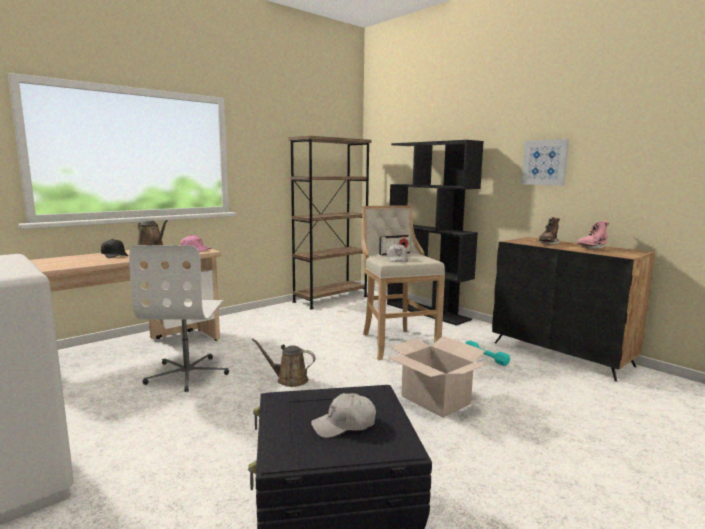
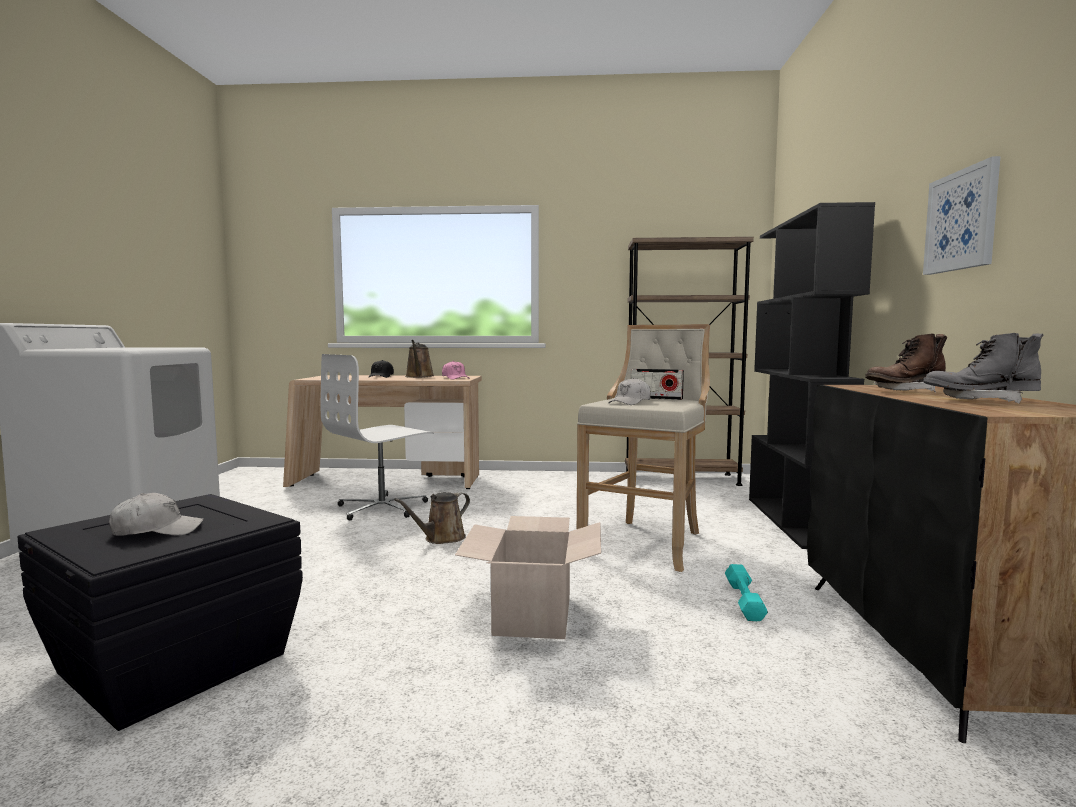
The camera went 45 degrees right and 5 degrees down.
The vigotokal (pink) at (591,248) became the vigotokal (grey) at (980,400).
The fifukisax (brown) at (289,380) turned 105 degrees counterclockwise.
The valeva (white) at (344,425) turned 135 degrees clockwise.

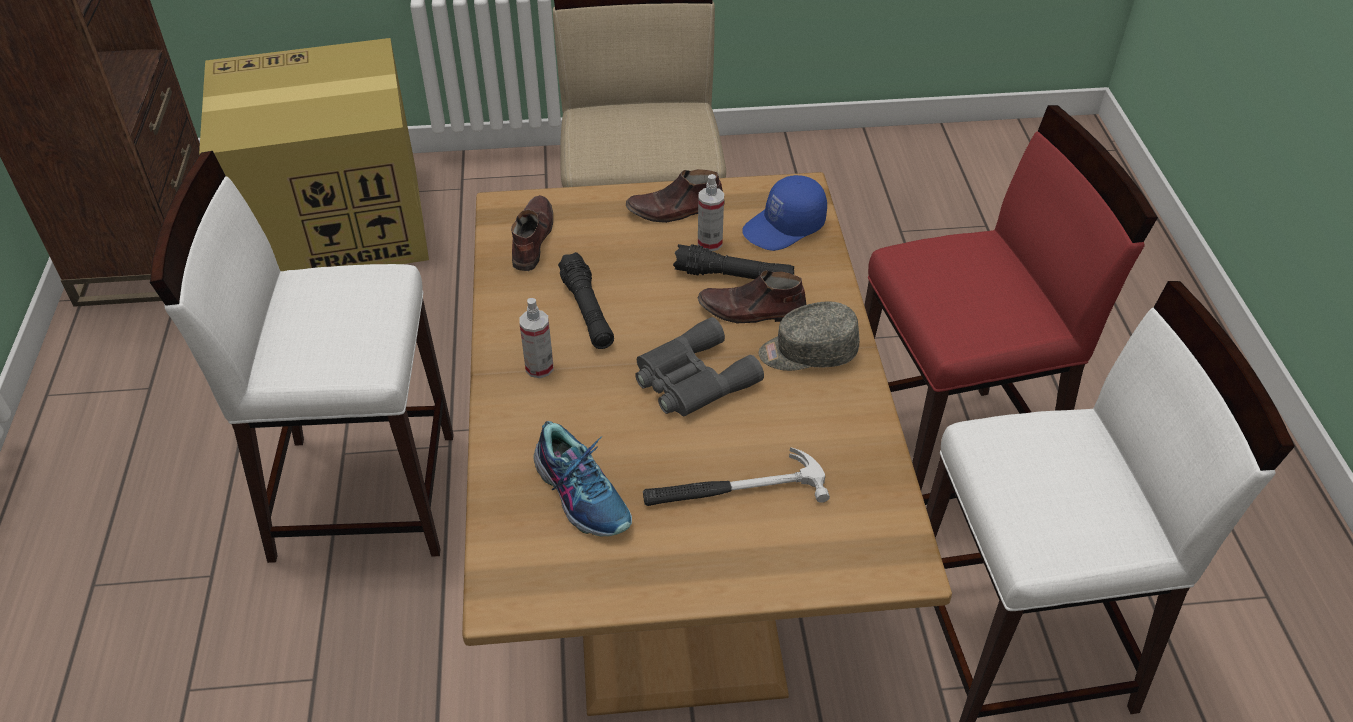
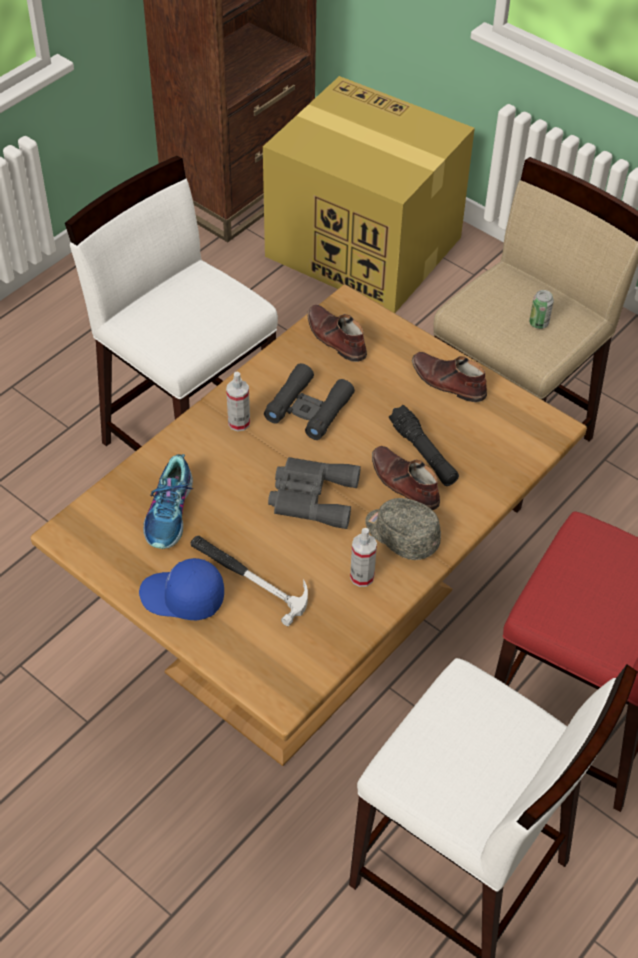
The camera went 45 degrees right and 5 degrees up.
The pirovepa at (538,323) appeared.
The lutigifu moved from (710,243) to (362,577).
The valeva (blue) moved from (784,227) to (182,598).
The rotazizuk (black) at (587,311) was replaced by the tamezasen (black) at (308,408).
The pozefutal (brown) at (531,239) turned 90 degrees counterclockwise.

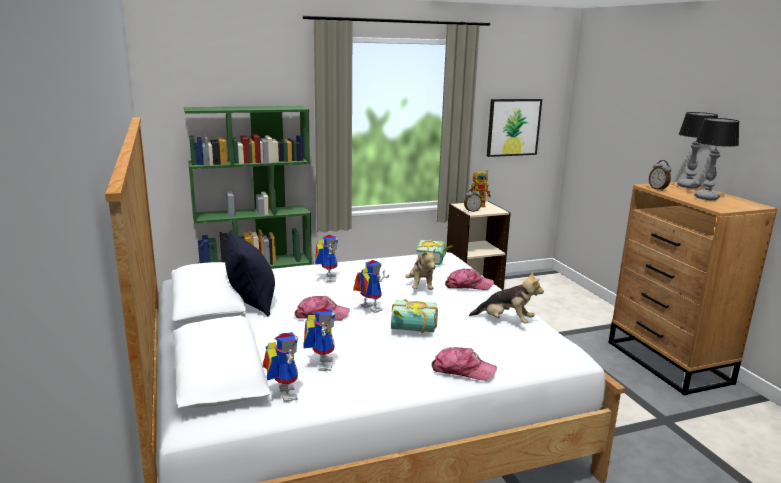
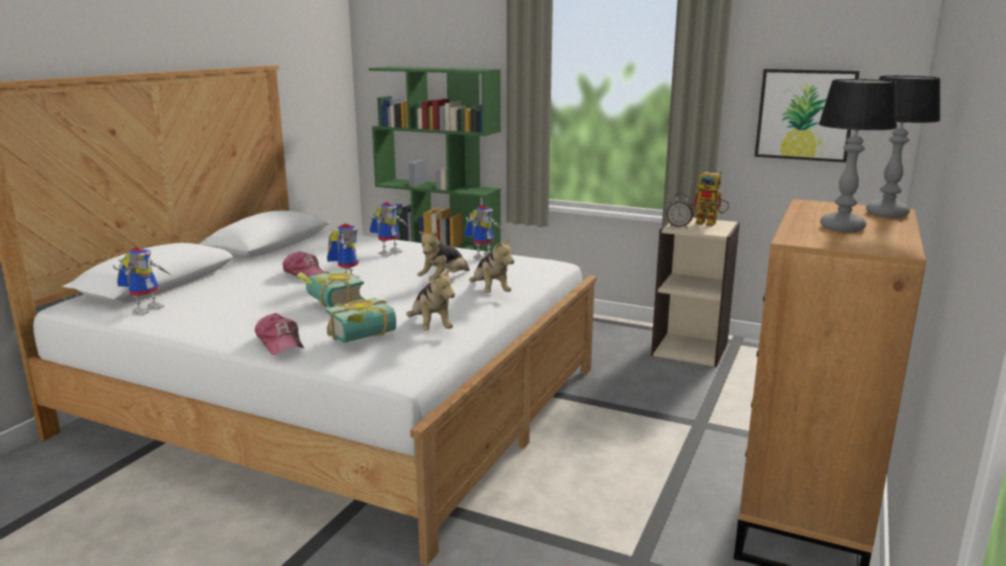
The camera went 45 degrees right and 0 degrees up.
The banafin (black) at (251,303) disappeared.
The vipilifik at (658,189) disappeared.
The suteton moved from (321,363) to (483,256).
The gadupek moved from (434,261) to (364,337).
The valeva at (468,286) was replaced by the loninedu at (490,292).

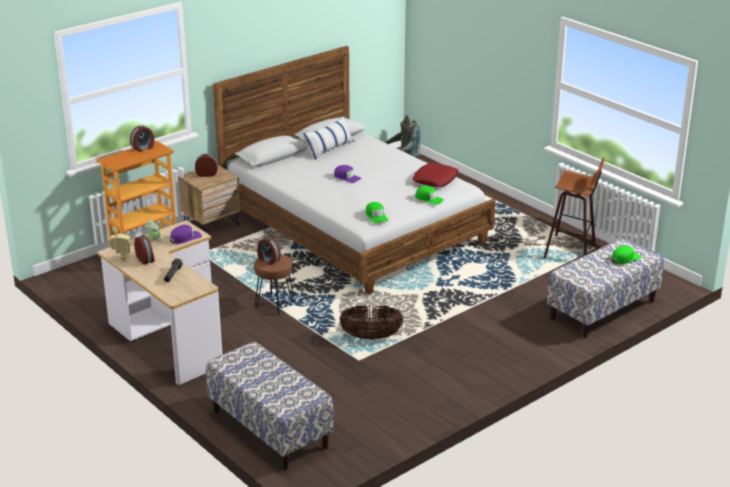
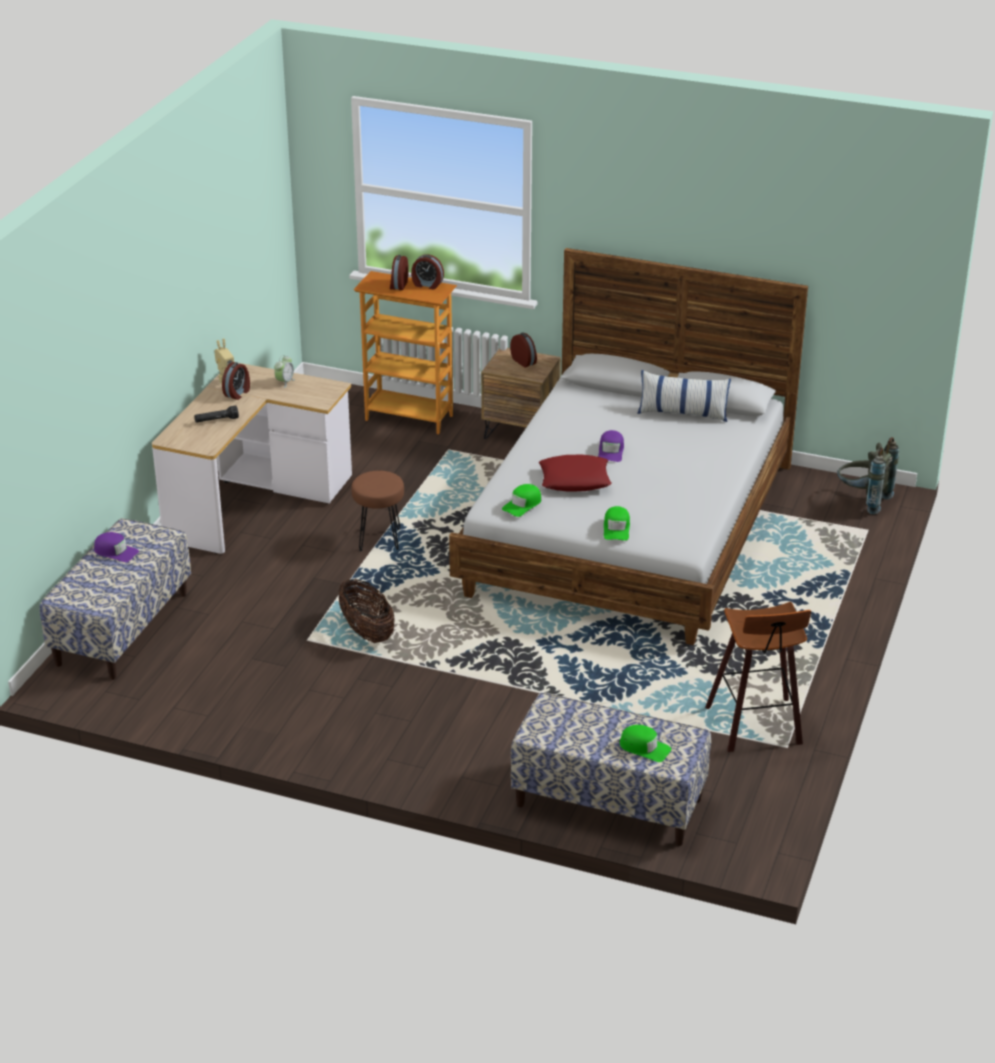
The camera went 60 degrees right and 5 degrees up.
The valeva (purple) moved from (185,238) to (115,552).
The vipilifik moved from (268,260) to (398,285).
The banafin (red) moved from (435,179) to (575,479).

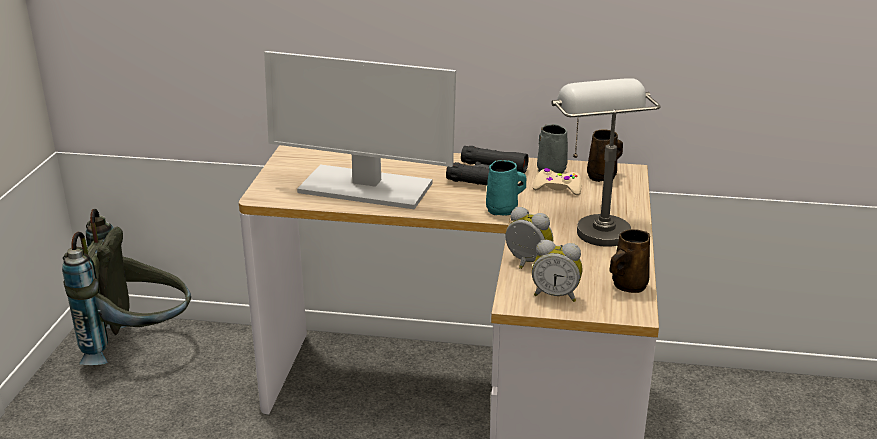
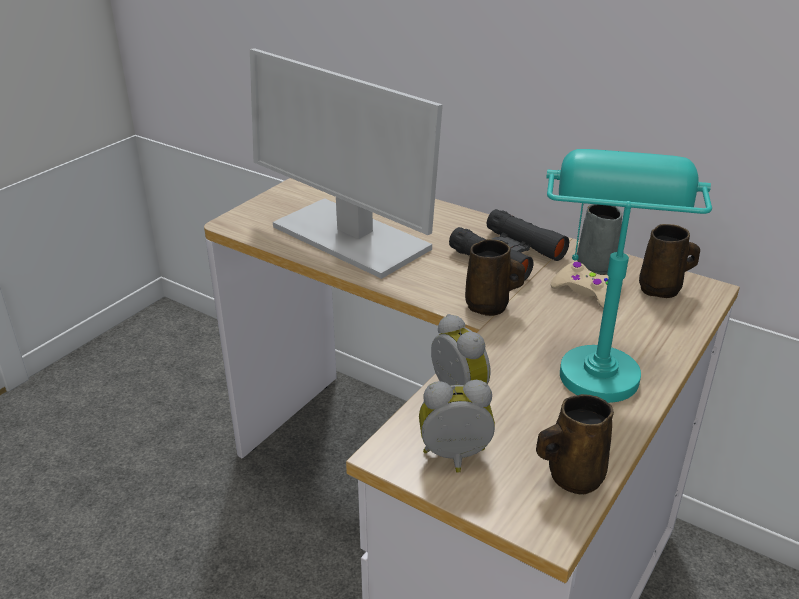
The camera went 25 degrees right and 5 degrees up.
The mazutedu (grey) at (140,345) disappeared.
The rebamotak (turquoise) at (503,210) became the rebamotak (brown) at (489,306).
The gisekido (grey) at (594,225) became the gisekido (turquoise) at (596,360).
The vipilifik at (555,295) turned 135 degrees clockwise.

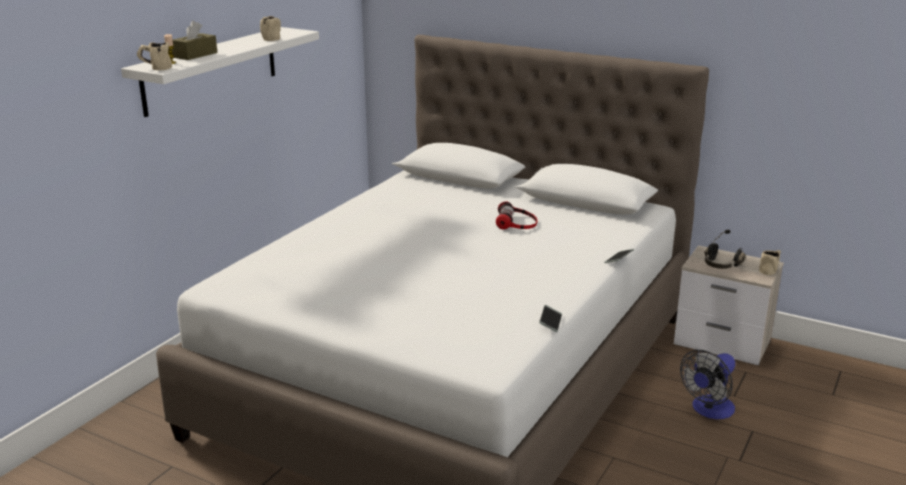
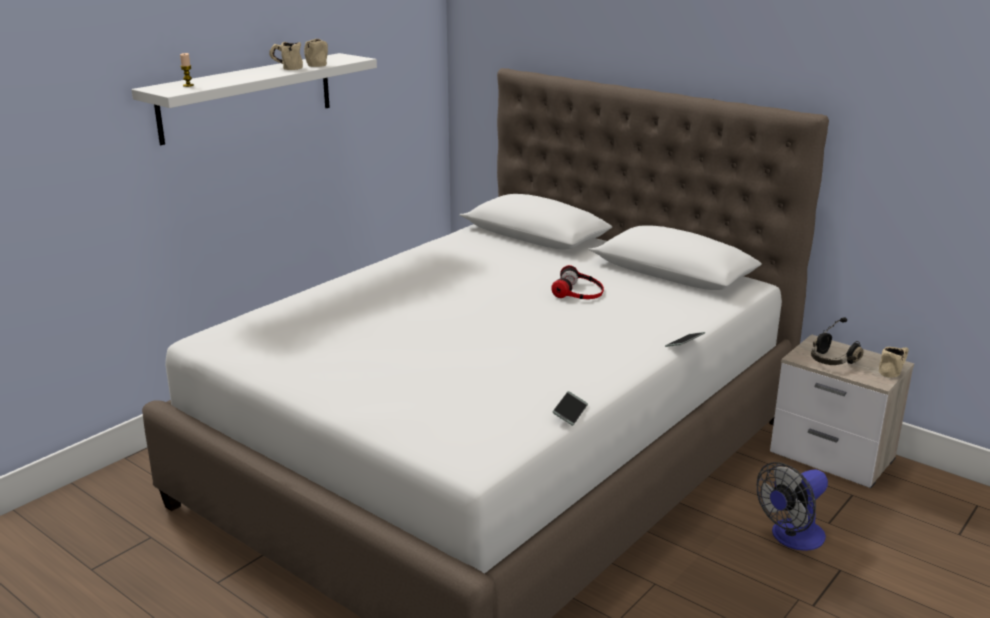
The camera went 10 degrees right and 0 degrees up.
The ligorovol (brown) at (195,55) disappeared.
The rebamotak (beige) moved from (155,68) to (286,68).

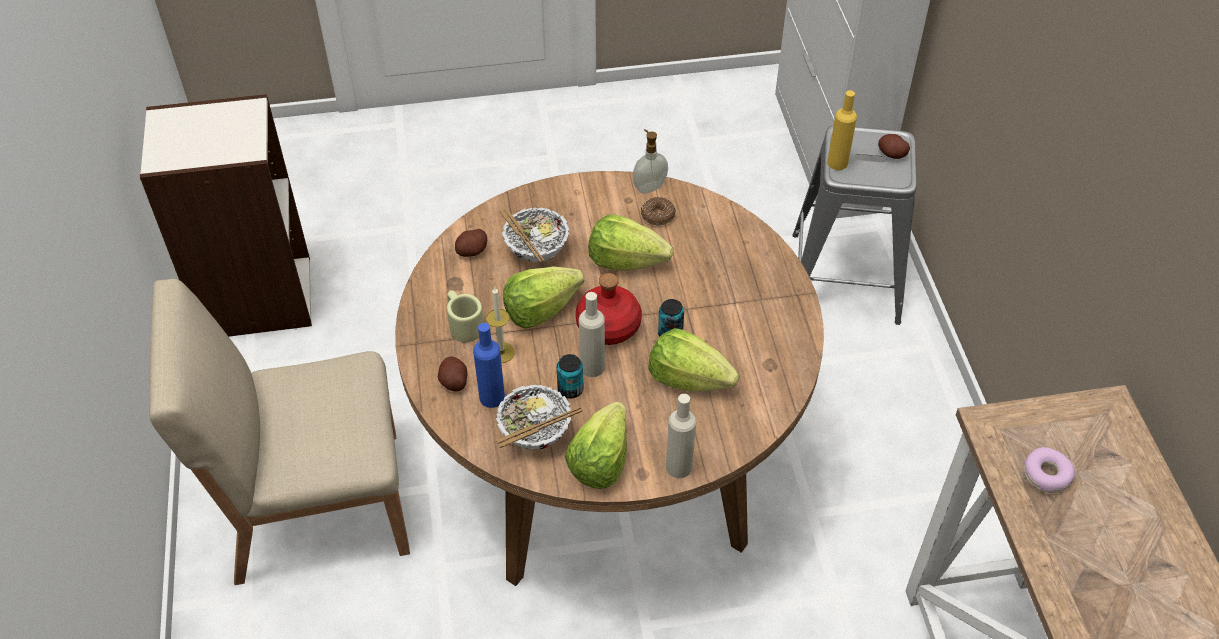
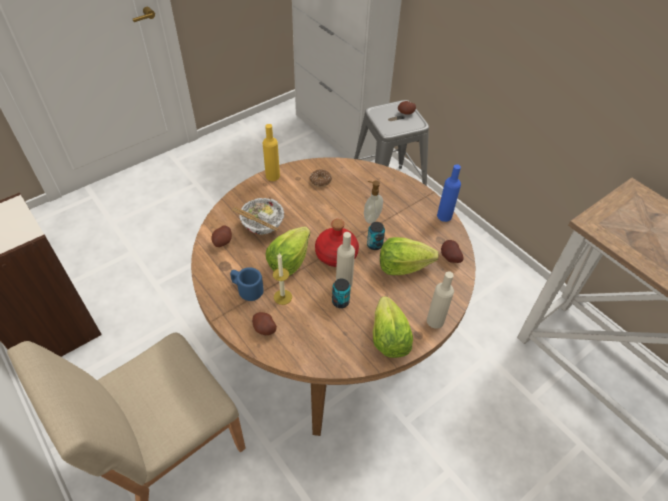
The camera went 30 degrees left and 0 degrees up.
The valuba at (535,433) disappeared.
The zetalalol at (626,261) disappeared.
The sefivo at (1046,475) disappeared.
The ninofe at (449,258) appeared.
The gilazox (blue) moved from (492,397) to (444,216).
The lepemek moved from (649,187) to (371,217).
The gilazox (yellow) moved from (837,163) to (272,176).
The rebamotak (beige) at (463,324) became the rebamotak (blue) at (247,289).

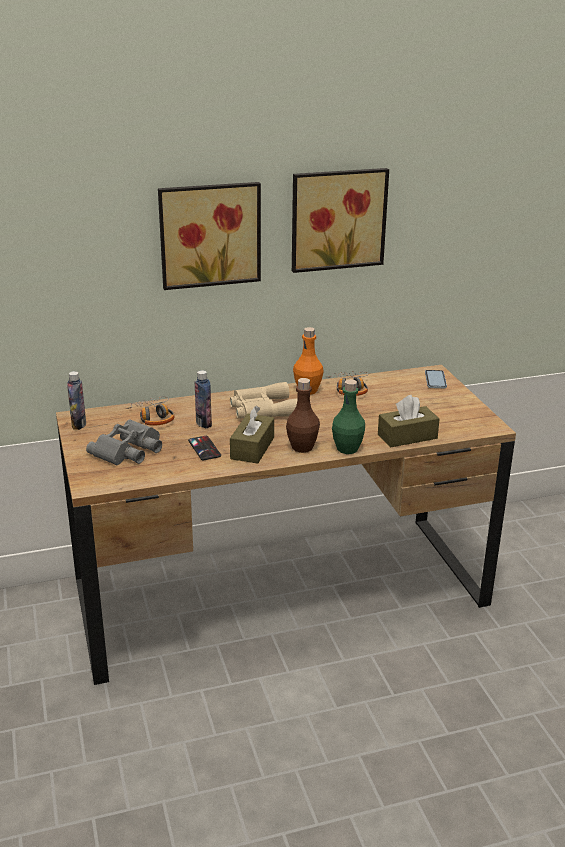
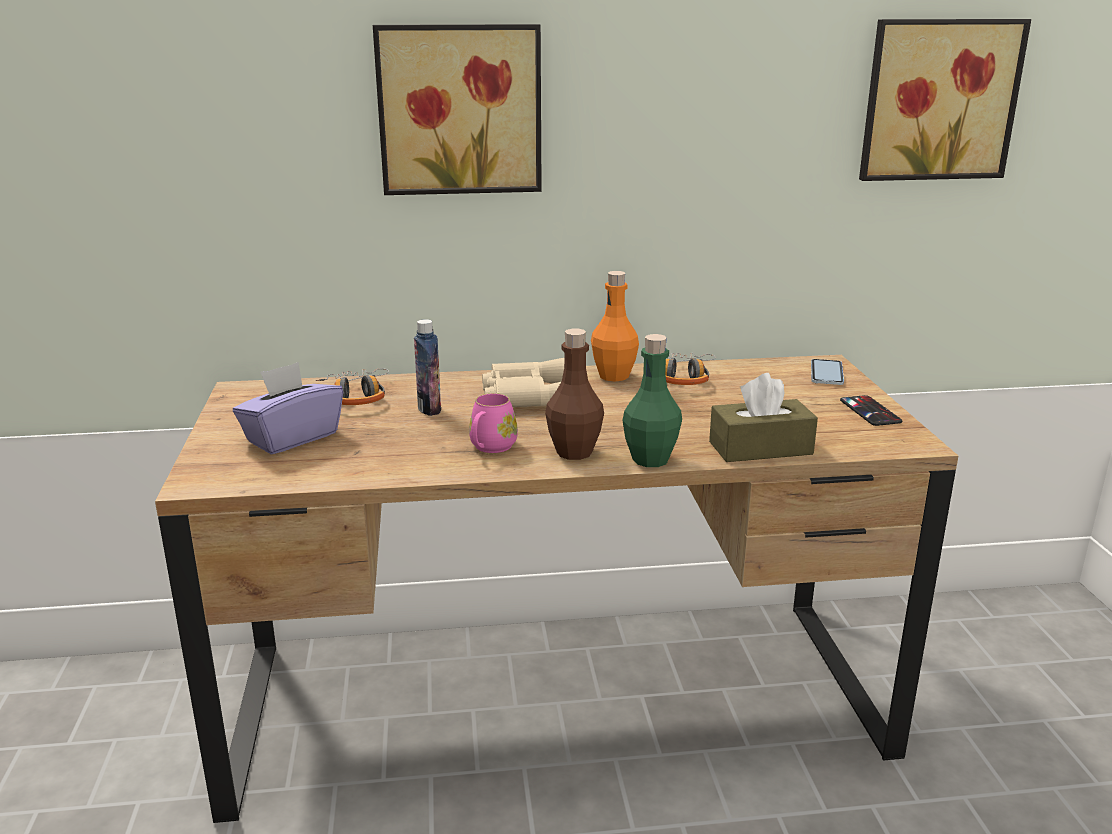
The camera went 10 degrees right and 5 degrees down.
The gilazox at (79,425) disappeared.
The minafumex moved from (204,448) to (870,411).
The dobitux moved from (337,218) to (937,100).
The tamezasen (grey) at (129,450) was replaced by the ligorovol (purple) at (292,438).
The ligorovol (brown) at (252,448) was replaced by the rebamotak (pink) at (490,448).

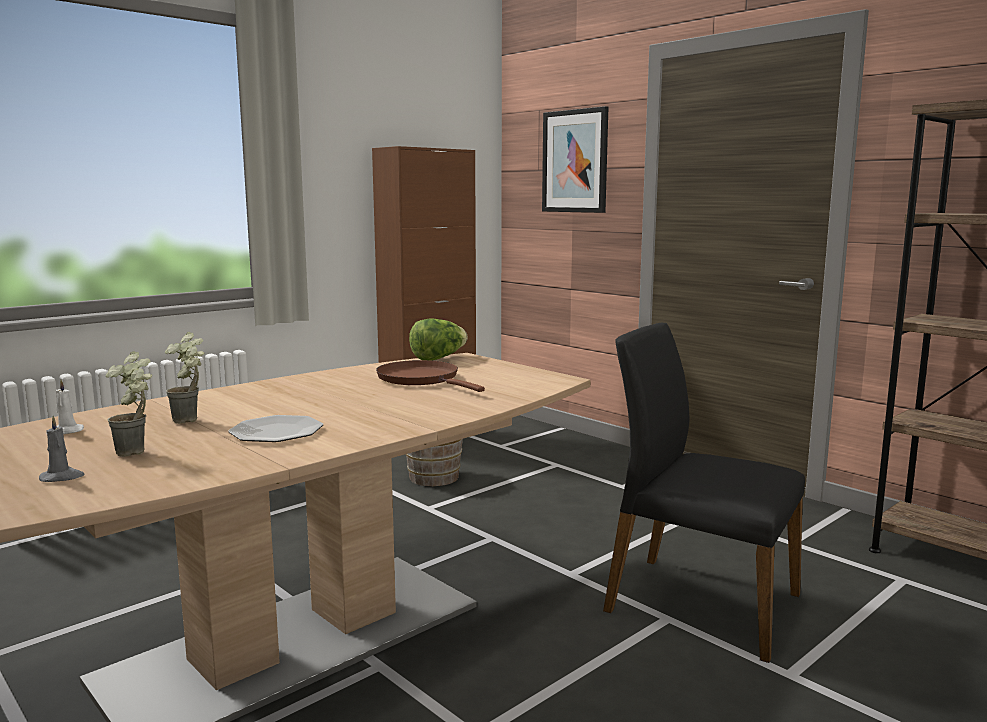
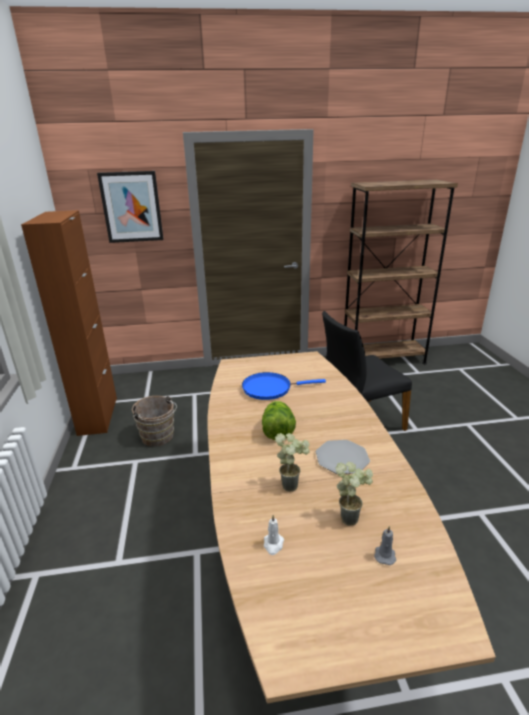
The camera went 55 degrees left and 15 degrees up.
The zetalalol moved from (438,358) to (277,431).
The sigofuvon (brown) at (421,379) became the sigofuvon (blue) at (270,388).

